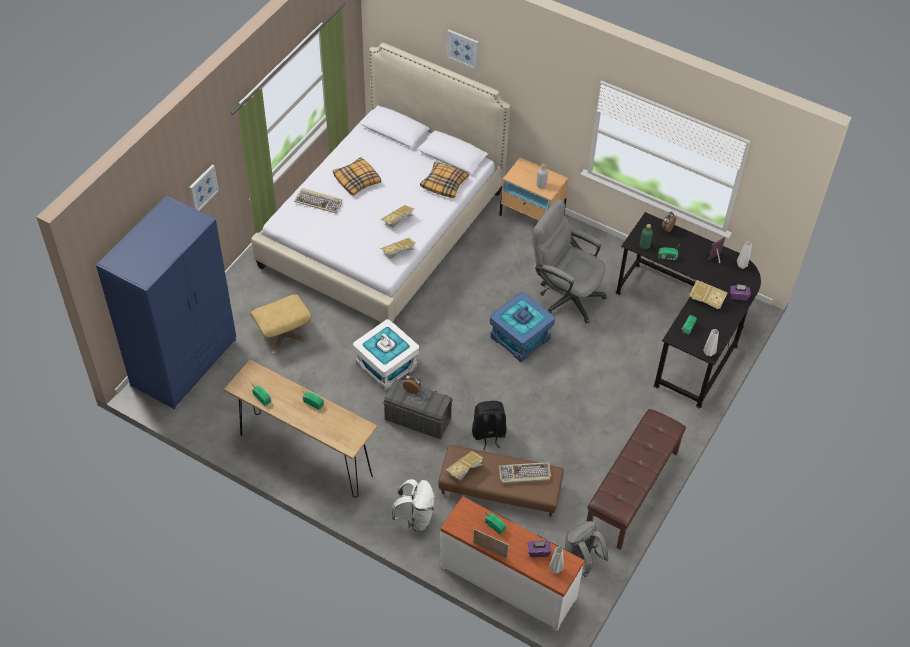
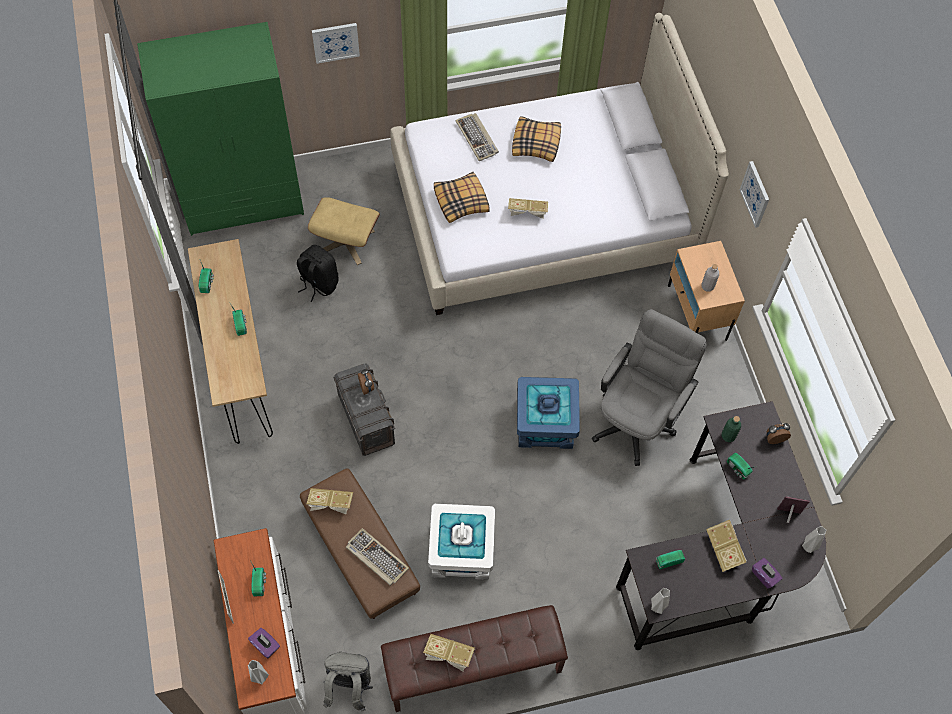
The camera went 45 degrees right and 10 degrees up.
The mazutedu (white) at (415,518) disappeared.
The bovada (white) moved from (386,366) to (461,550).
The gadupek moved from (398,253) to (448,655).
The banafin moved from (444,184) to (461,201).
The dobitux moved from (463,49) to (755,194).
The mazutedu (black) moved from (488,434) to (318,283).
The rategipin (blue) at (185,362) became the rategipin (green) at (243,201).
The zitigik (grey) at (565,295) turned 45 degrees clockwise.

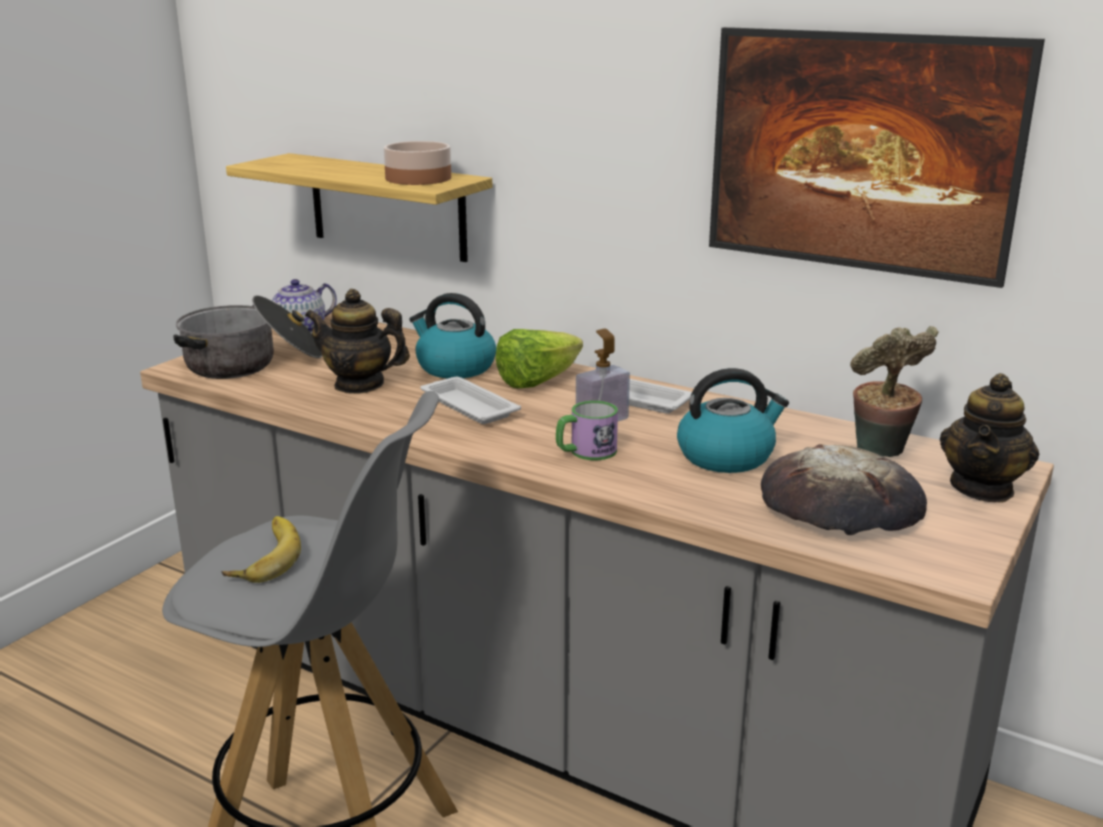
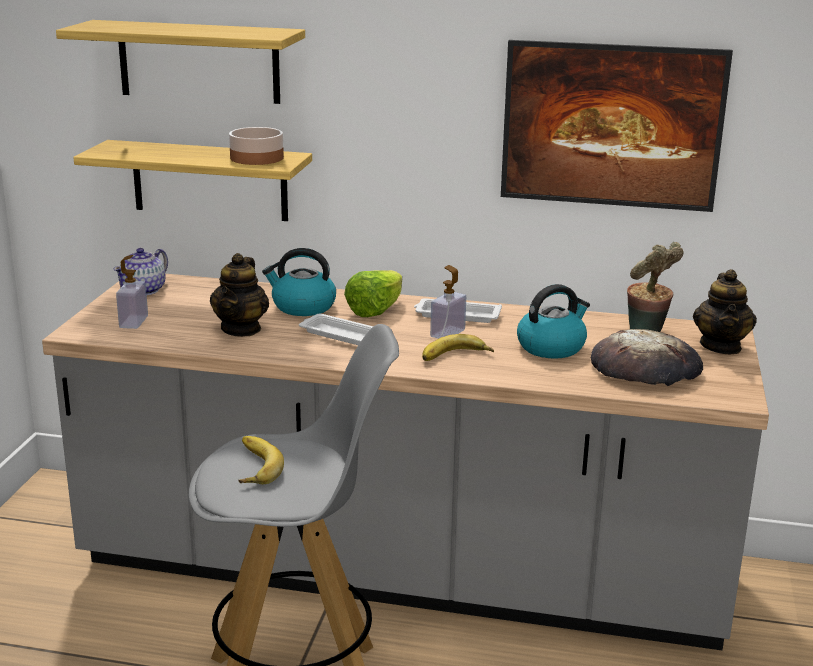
The camera went 20 degrees left and 0 degrees up.
The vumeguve at (198,62) appeared.
The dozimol at (252,363) was replaced by the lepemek at (133,322).
The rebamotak at (585,452) was replaced by the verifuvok at (456,357).
The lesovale at (359,385) turned 75 degrees counterclockwise.

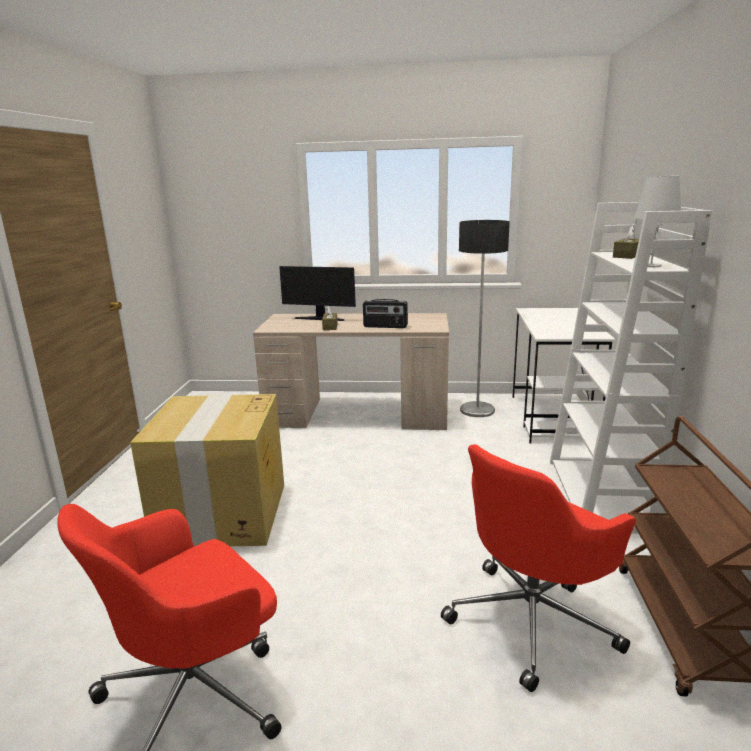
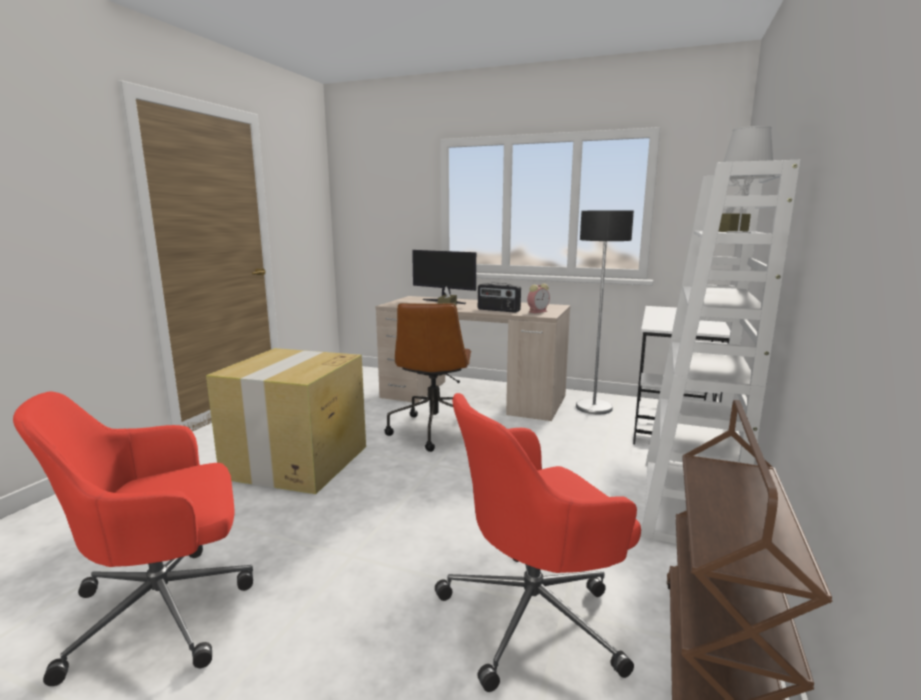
The camera went 15 degrees right and 5 degrees down.
The zitigik (brown) at (434,430) appeared.
The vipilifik at (538,311) appeared.

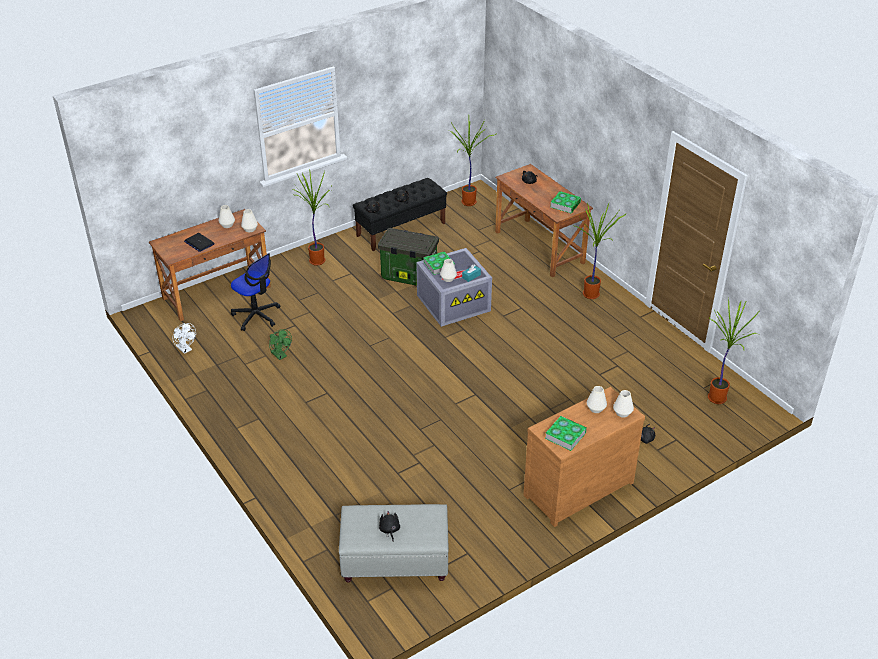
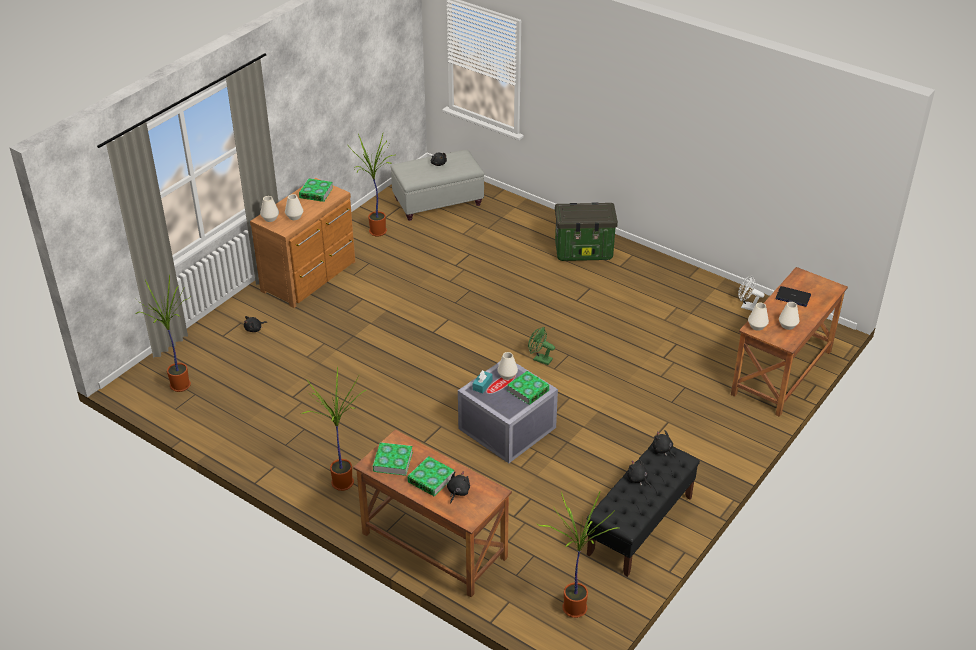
The camera went 160 degrees right and 0 degrees up.
The zitigik at (256,316) disappeared.
The gadupek at (431,479) appeared.
The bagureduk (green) moved from (280,356) to (539,359).
The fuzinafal moved from (317,260) to (378,232).
The bovada moved from (408,276) to (584,251).

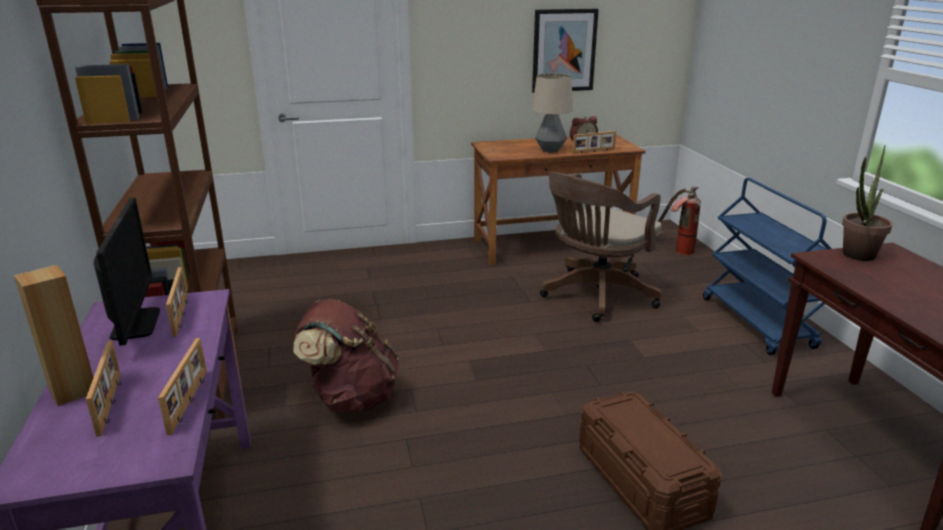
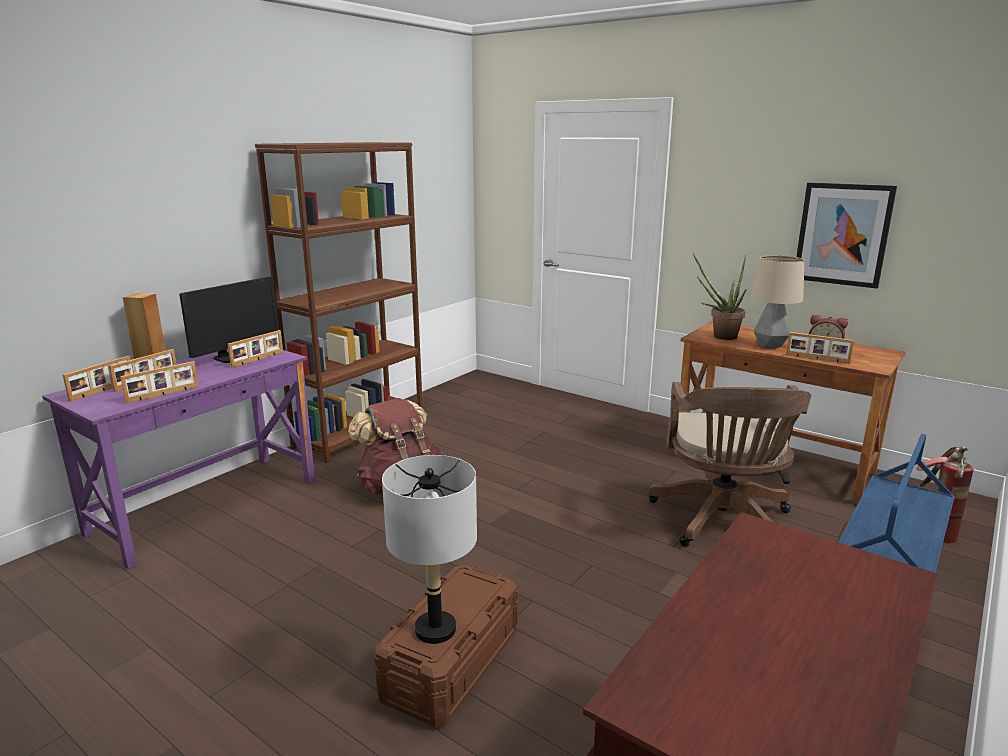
The camera went 50 degrees right and 5 degrees down.
The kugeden at (103,390) appeared.
The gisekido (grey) at (435,630) appeared.
The fuzinafal moved from (855,257) to (719,336).
The zitigik (brown) at (595,296) turned 90 degrees counterclockwise.

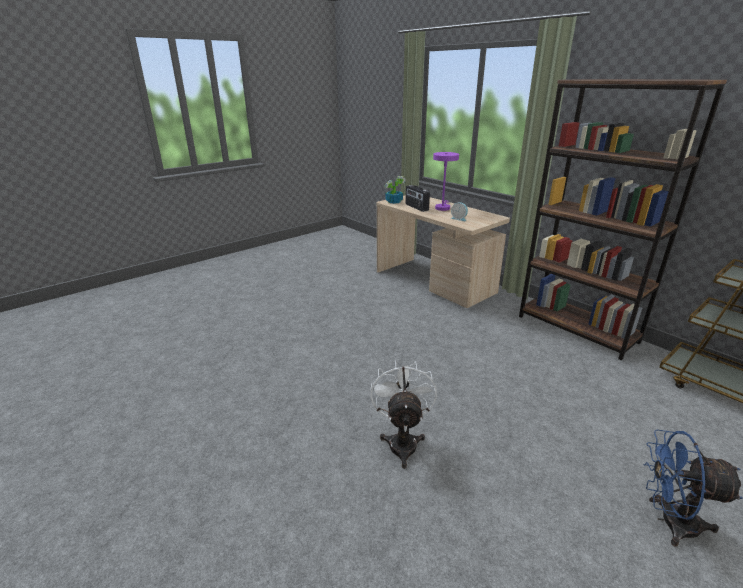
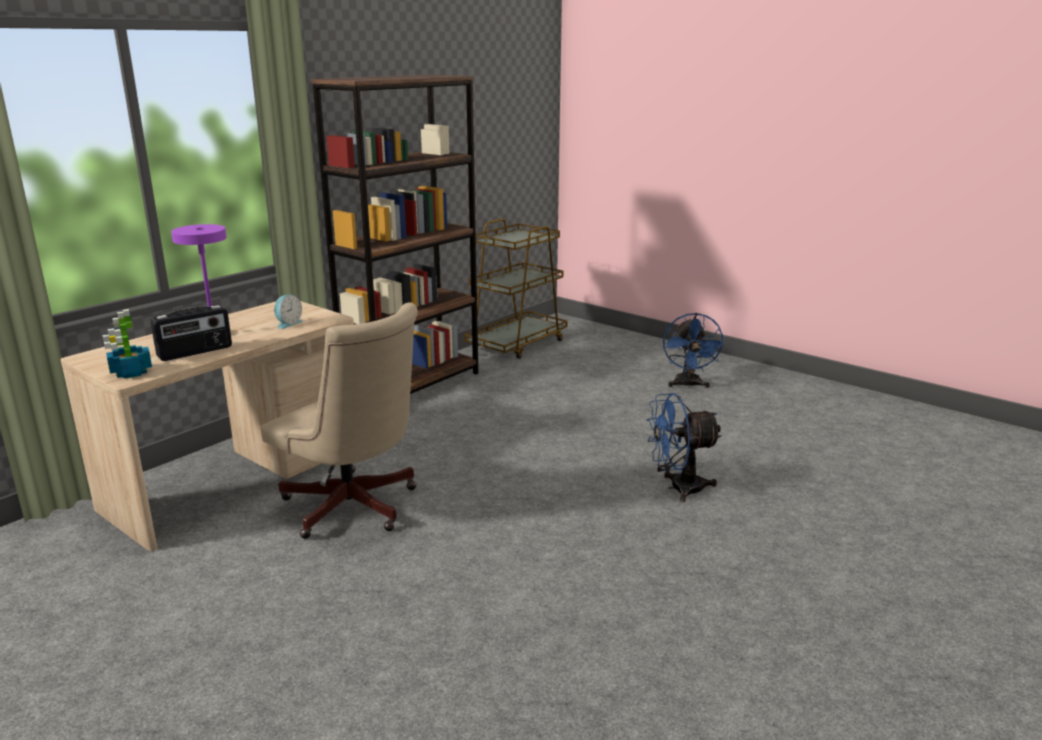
The camera went 100 degrees left and 5 degrees down.
The zitigik (beige) at (354,509) appeared.
The bagureduk (white) at (402,441) became the bagureduk (blue) at (678,488).

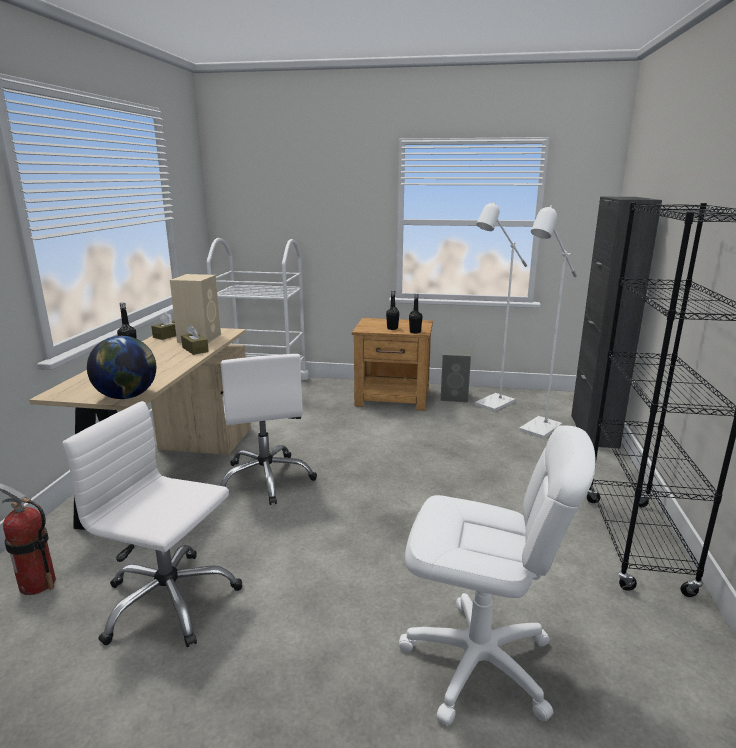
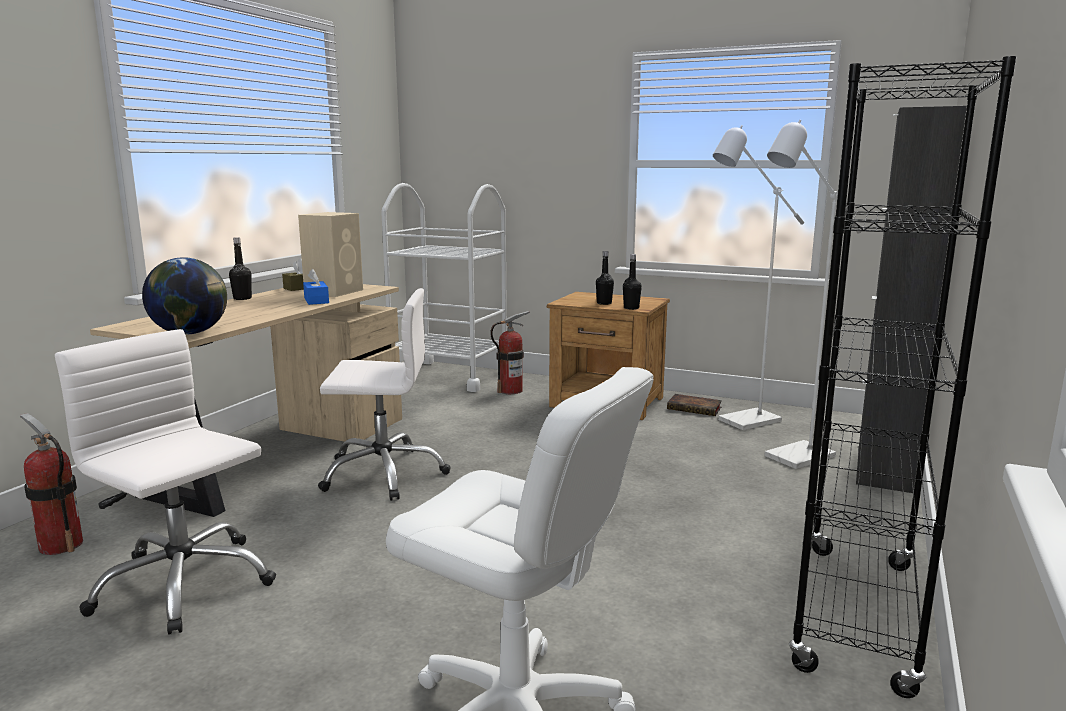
The camera went 15 degrees right and 5 degrees down.
The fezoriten at (510,390) appeared.
The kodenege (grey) at (455,397) was replaced by the gadupek at (695,408).
The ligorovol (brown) at (195,349) became the ligorovol (blue) at (316,300).
The zitigik (white) at (266,479) turned 90 degrees counterclockwise.

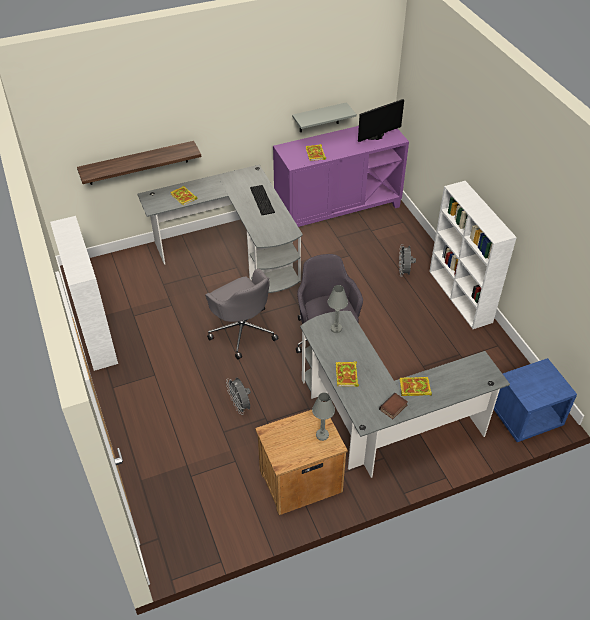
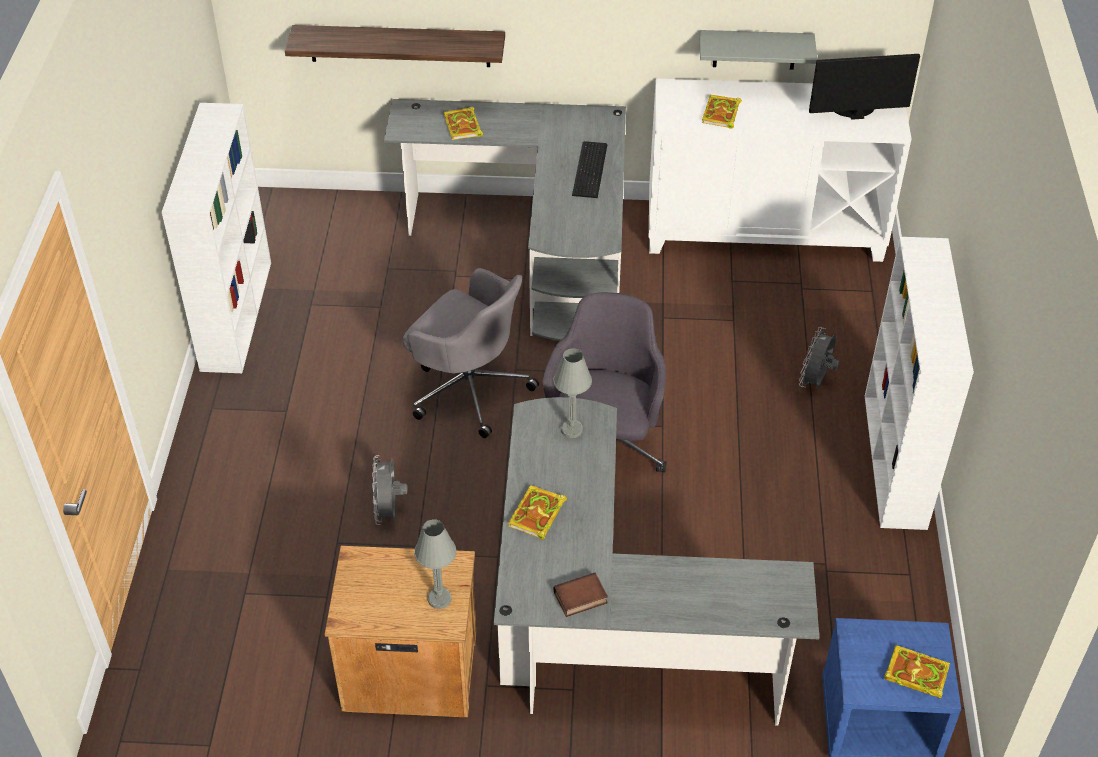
The camera went 25 degrees right and 0 degrees up.
The gadupek moved from (414,388) to (914,674).
The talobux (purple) at (337,209) became the talobux (white) at (764,230).
The zitigik (grey) at (242,330) turned 45 degrees counterclockwise.

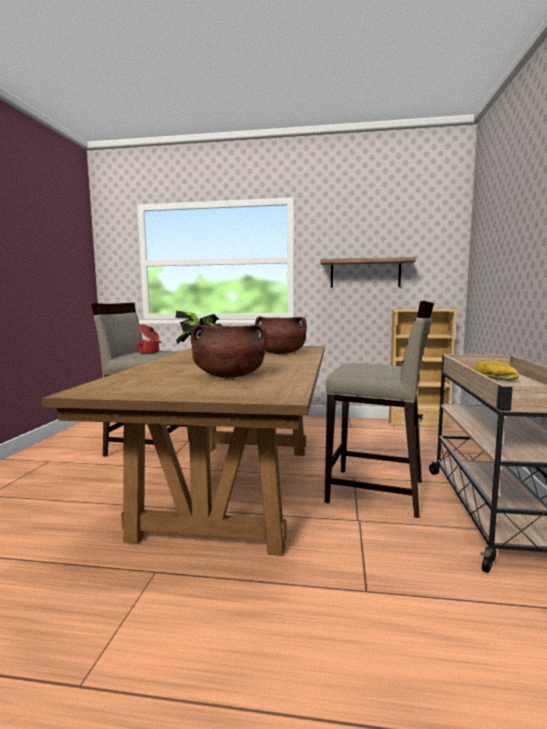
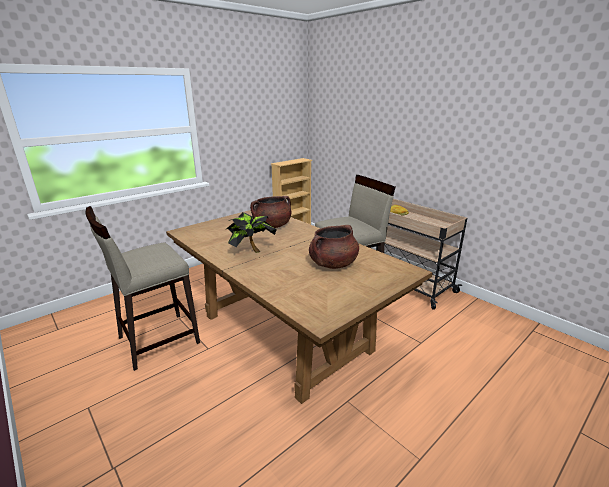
The camera went 50 degrees left and 15 degrees up.
The dozimol at (149,352) disappeared.
The vumeguve at (365,273) disappeared.

